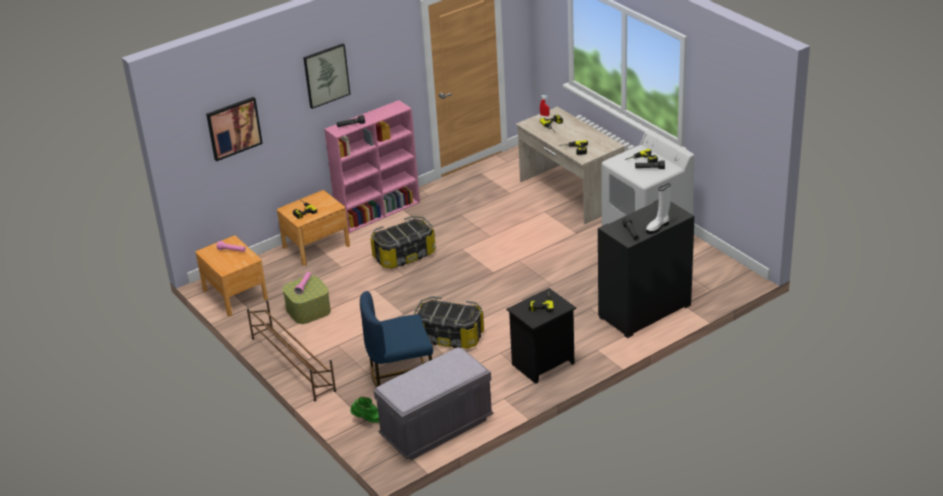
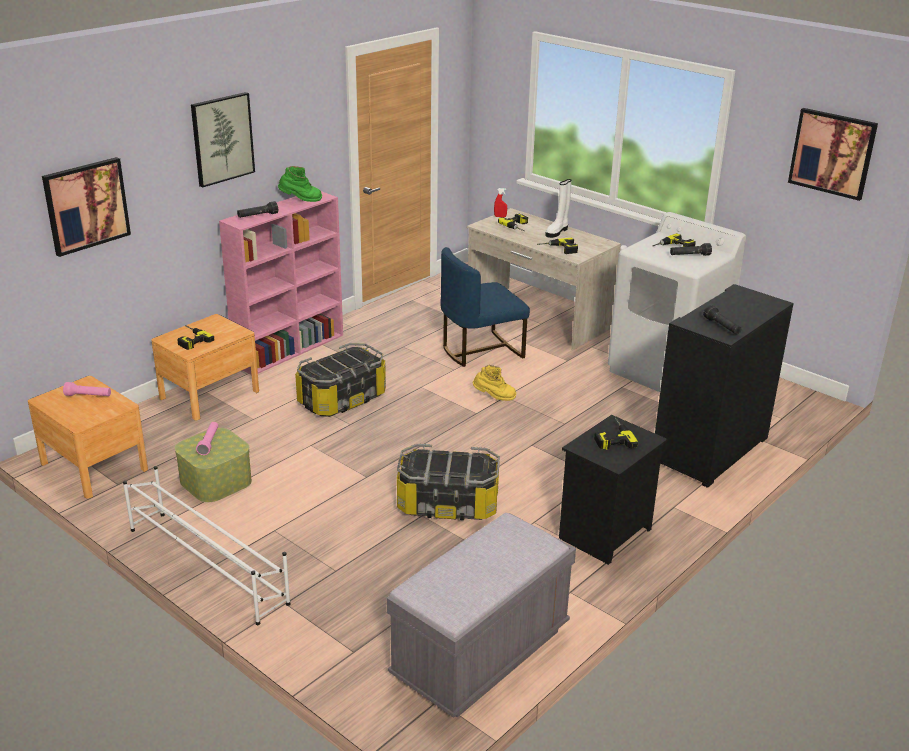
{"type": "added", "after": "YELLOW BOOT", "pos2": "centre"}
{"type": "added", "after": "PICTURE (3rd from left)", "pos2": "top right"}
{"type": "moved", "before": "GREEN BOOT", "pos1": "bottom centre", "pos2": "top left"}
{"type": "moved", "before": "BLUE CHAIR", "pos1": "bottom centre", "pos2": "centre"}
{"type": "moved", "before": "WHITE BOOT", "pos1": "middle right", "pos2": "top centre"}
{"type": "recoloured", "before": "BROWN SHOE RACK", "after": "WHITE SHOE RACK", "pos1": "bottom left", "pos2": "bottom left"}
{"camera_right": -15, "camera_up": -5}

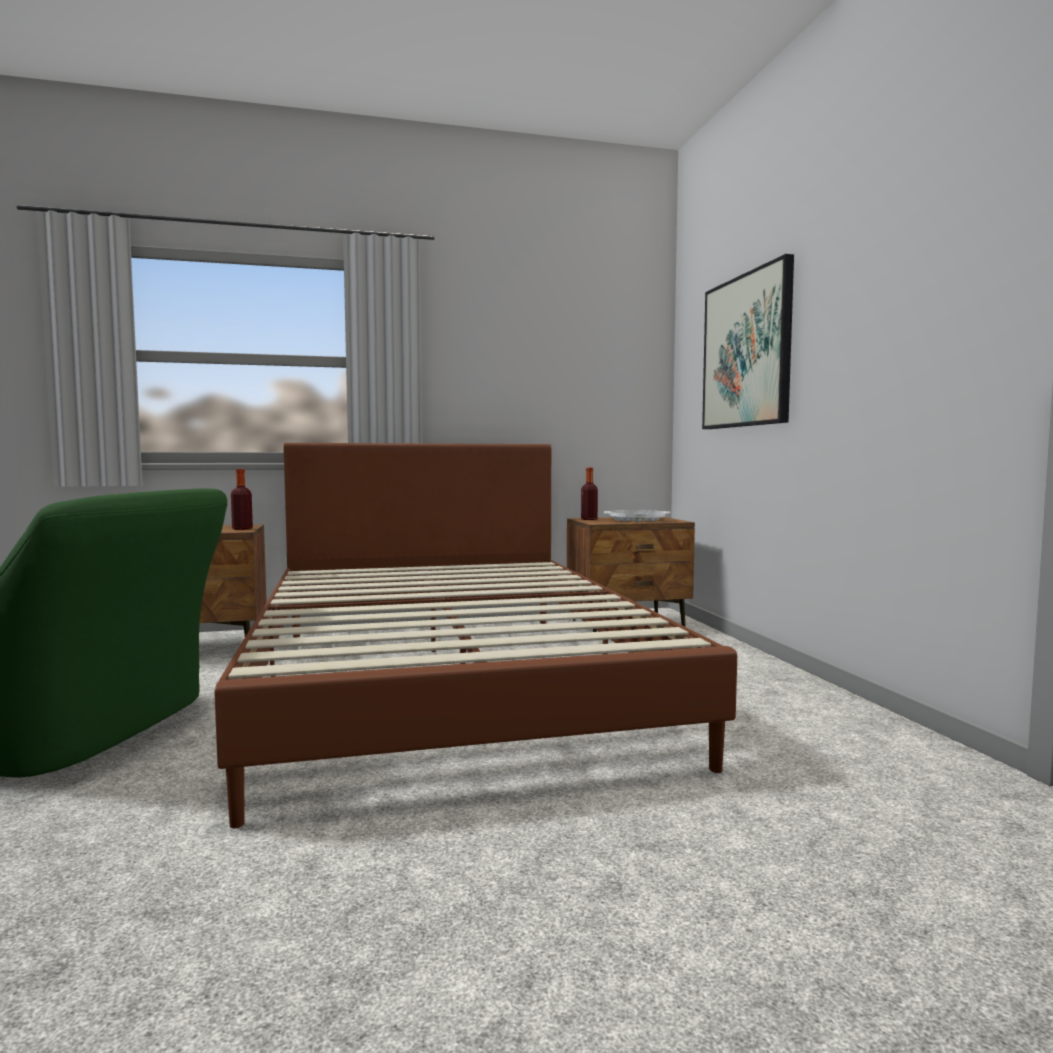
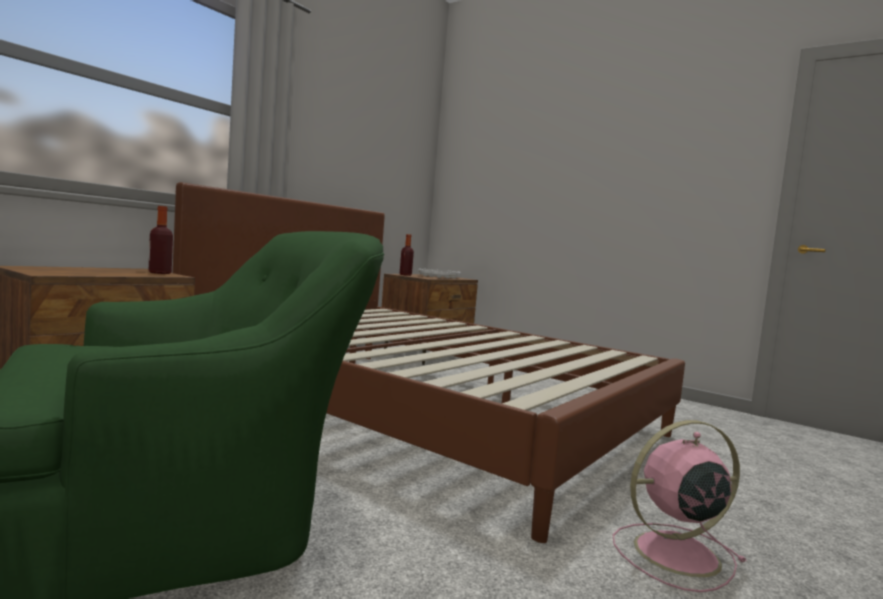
{"type": "removed", "before": "PICTURE", "pos1": "top right"}
{"type": "added", "after": "PINK FAN", "pos2": "bottom right"}
{"camera_right": -40, "camera_up": 0}

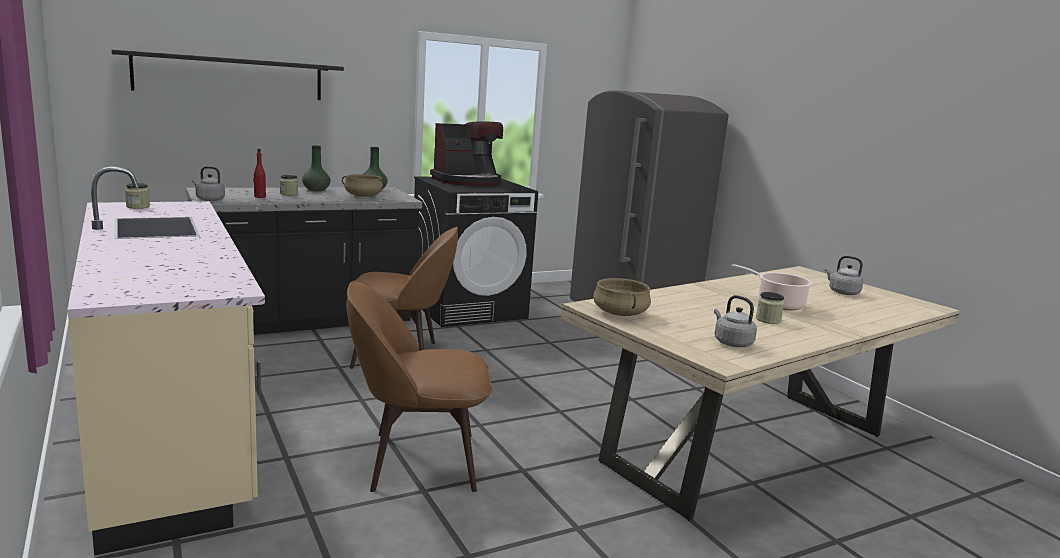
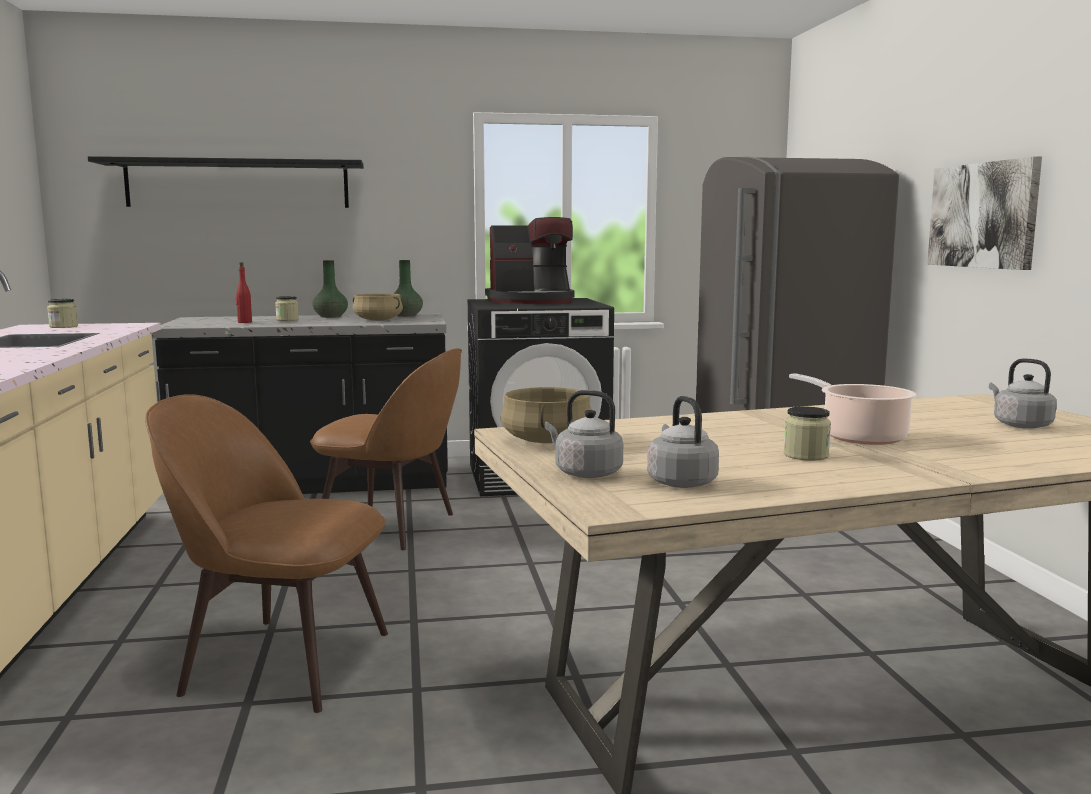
{"type": "added", "after": "PICTURE", "pos2": "top right"}
{"type": "moved", "before": "GREY KETTLE (1st from left)", "pos1": "top left", "pos2": "centre"}
{"camera_right": 20, "camera_up": -5}

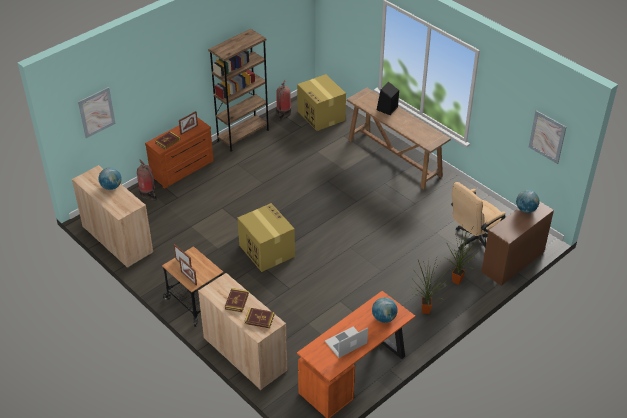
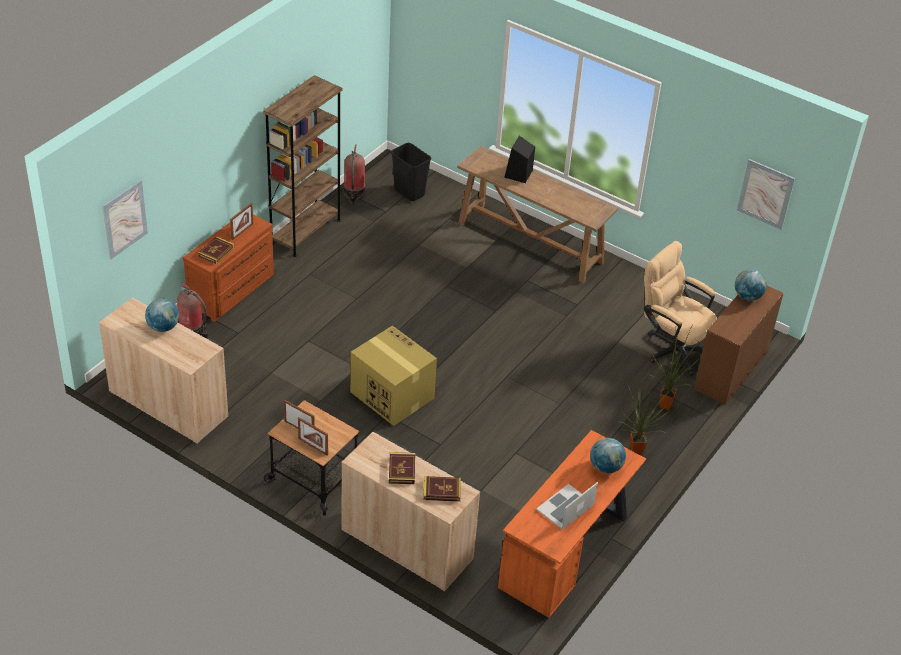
{"type": "replaced", "before": "CARDBOARD BOX (2nd from left)", "after": "BLACK TRASH CAN", "pos1": "top centre", "pos2": "top centre"}
{"type": "turned", "before": "BEIGE OFFICE CHAIR", "pos1": "middle right", "pos2": "middle right", "turn": 90}
{"camera_right": -15, "camera_up": 0}

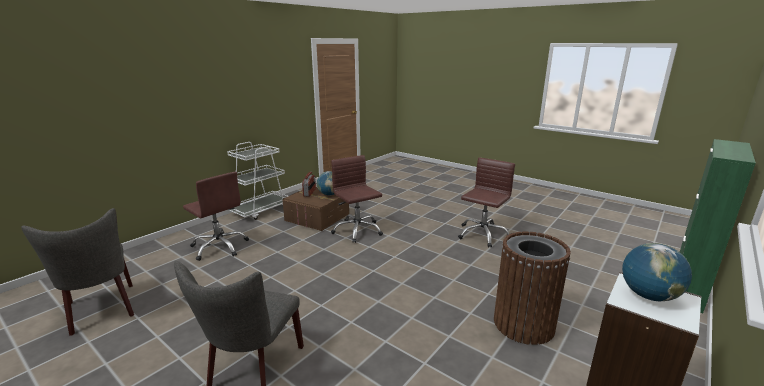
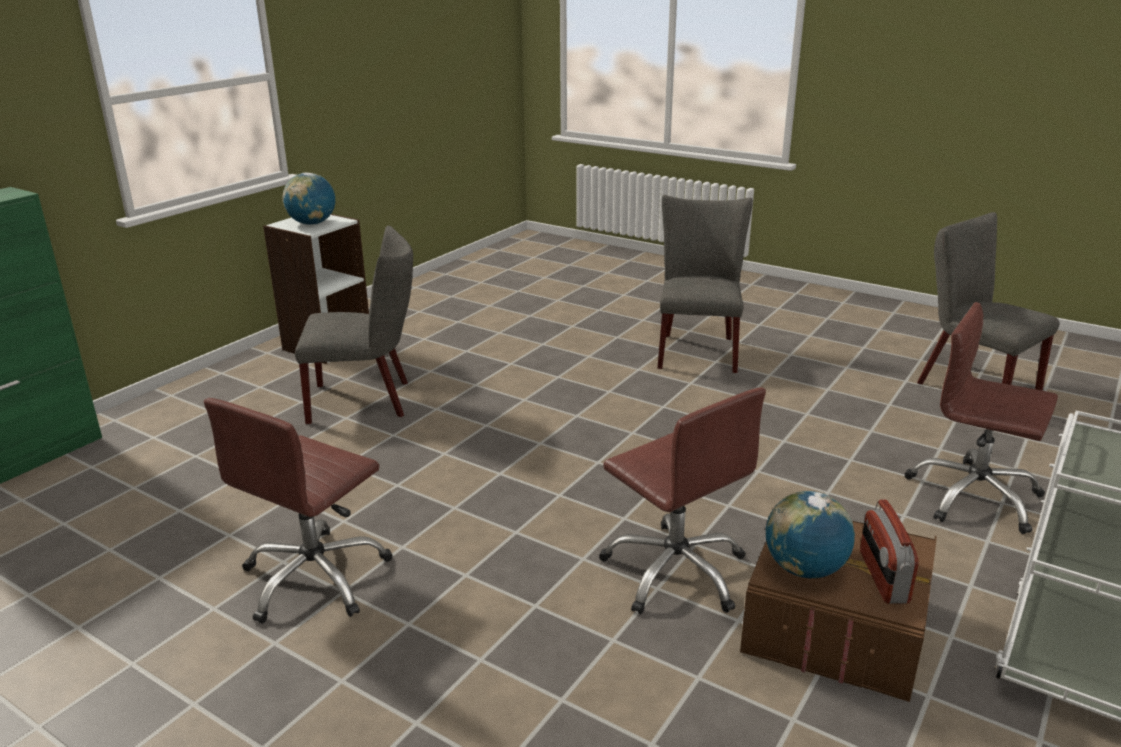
{"type": "replaced", "before": "BROWN TRASH CAN", "after": "GREY CHAIR (1st from left)", "pos1": "bottom right", "pos2": "middle left"}
{"camera_right": 175, "camera_up": 5}

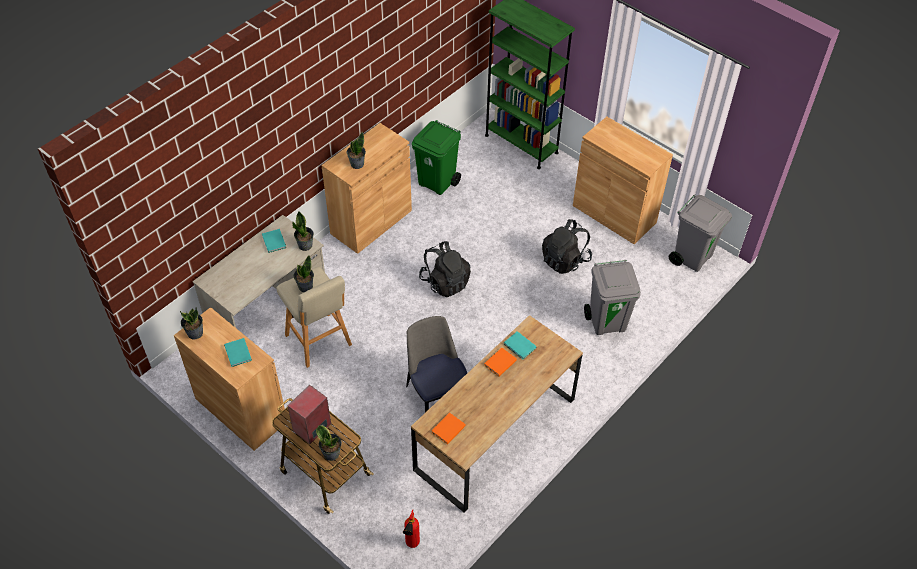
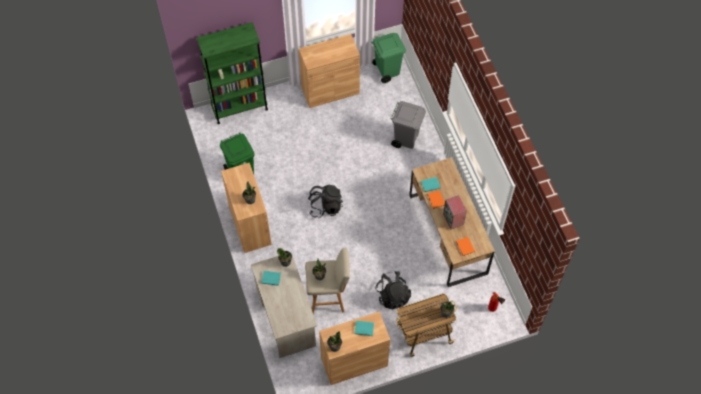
{"type": "removed", "before": "CHAIR", "pos1": "centre"}
{"type": "moved", "before": "SPEAKER", "pos1": "bottom centre", "pos2": "centre"}
{"type": "moved", "before": "BLACK BACKPACK (2nd from left)", "pos1": "centre", "pos2": "bottom centre"}
{"type": "recoloured", "before": "GREY TRASH CAN (2nd from left)", "after": "GREEN TRASH CAN (2nd from left)", "pos1": "middle right", "pos2": "top centre"}
{"camera_right": -60, "camera_up": 10}

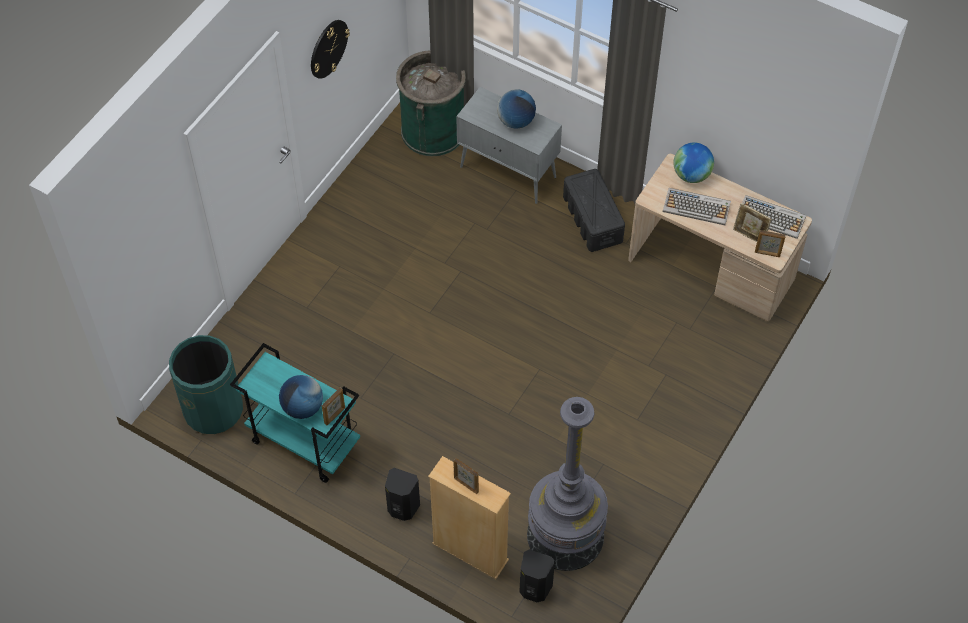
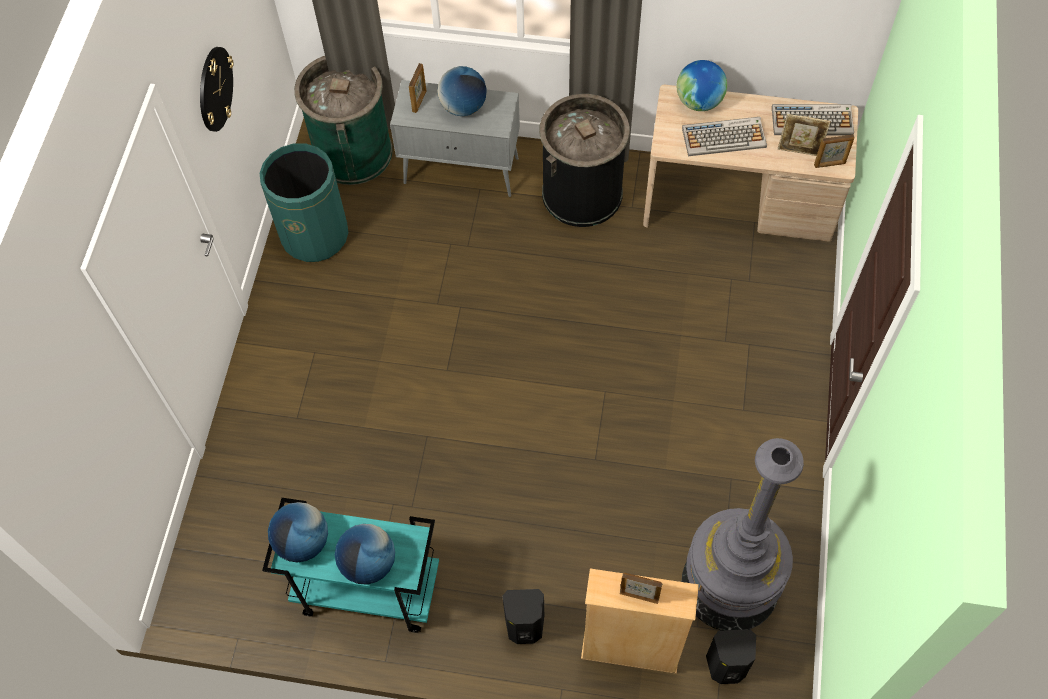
{"type": "added", "after": "GLOBE (1st from left)", "pos2": "bottom left"}
{"type": "moved", "before": "GREEN TRASH CAN (1st from left)", "pos1": "middle left", "pos2": "top left"}
{"type": "moved", "before": "PICTURE FRAME (1st from left)", "pos1": "centre", "pos2": "top centre"}
{"type": "replaced", "before": "BLACK STORAGE BOX", "after": "BLACK TRASH CAN", "pos1": "centre", "pos2": "top centre"}
{"camera_right": -20, "camera_up": 5}

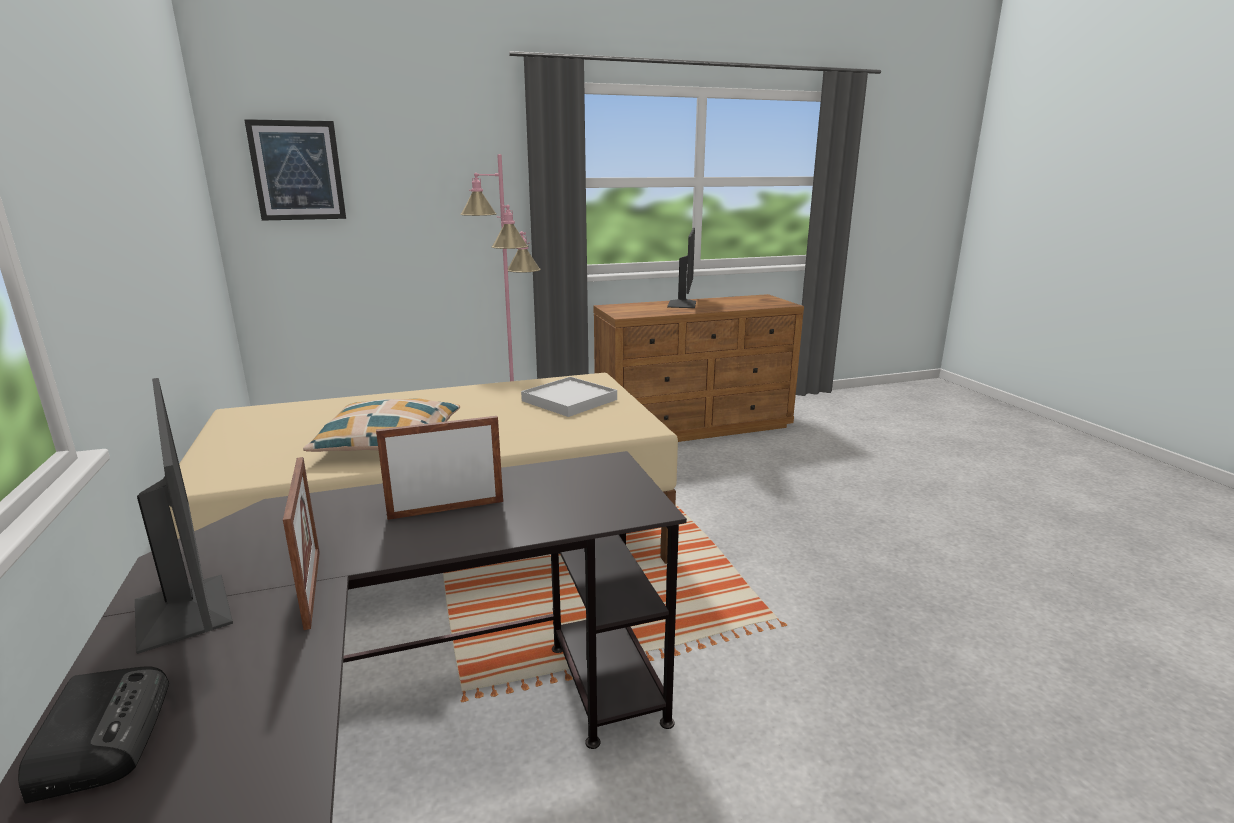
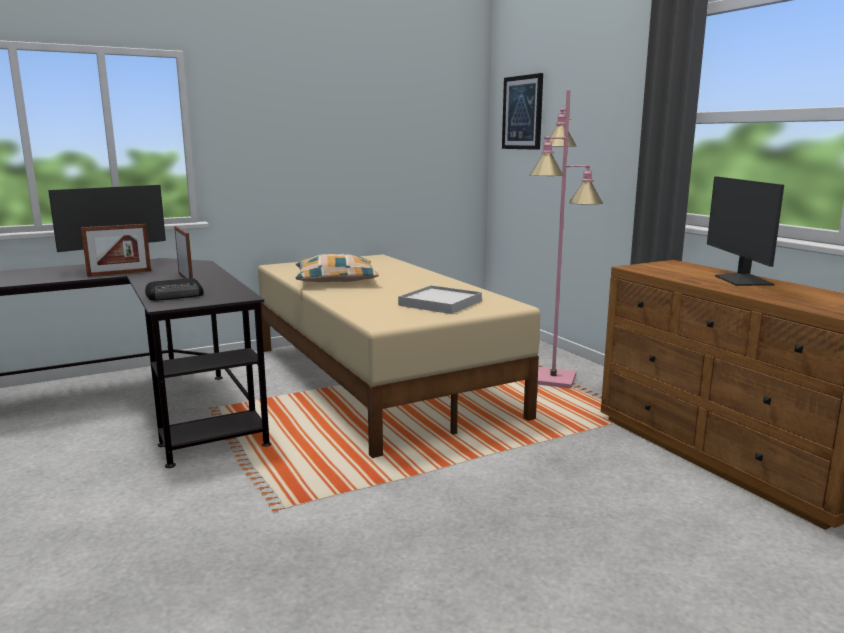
{"type": "moved", "before": "RADIO", "pos1": "bottom left", "pos2": "middle left"}
{"type": "turned", "before": "MONITOR (2nd from left)", "pos1": "top centre", "pos2": "middle right", "turn": 90}
{"camera_right": 80, "camera_up": -5}

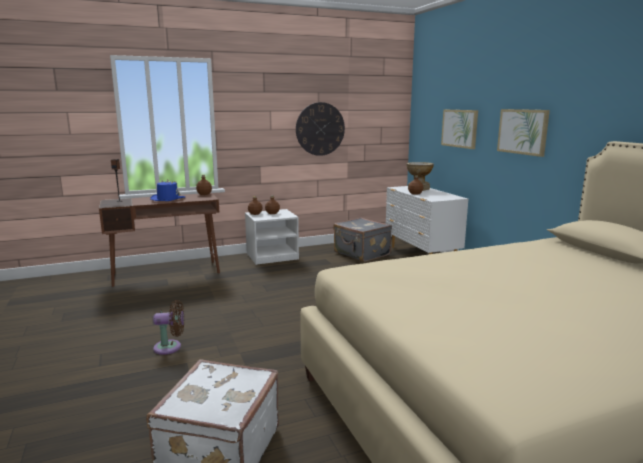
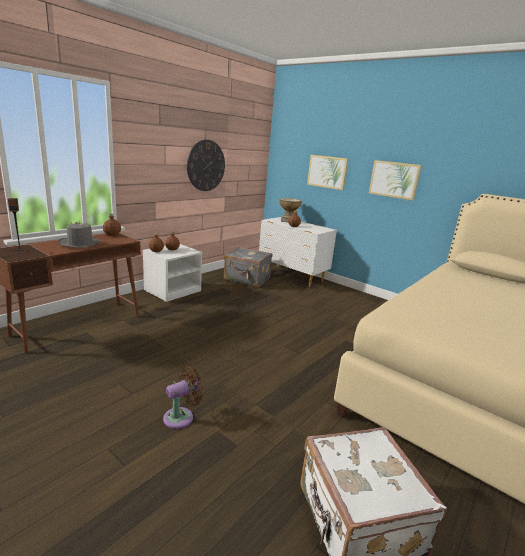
{"type": "recoloured", "before": "BLUE HAT", "after": "GREY HAT", "pos1": "middle left", "pos2": "middle left"}
{"camera_right": -30, "camera_up": 5}

